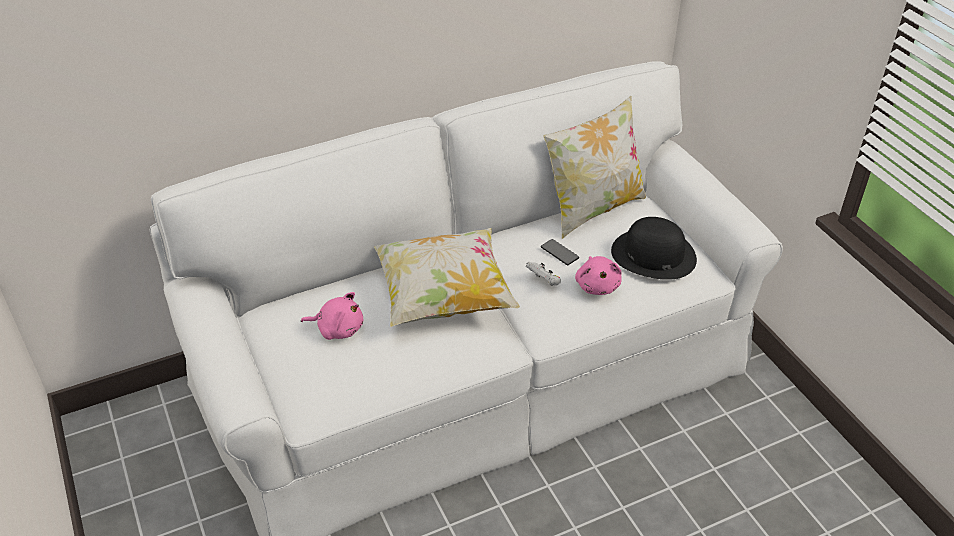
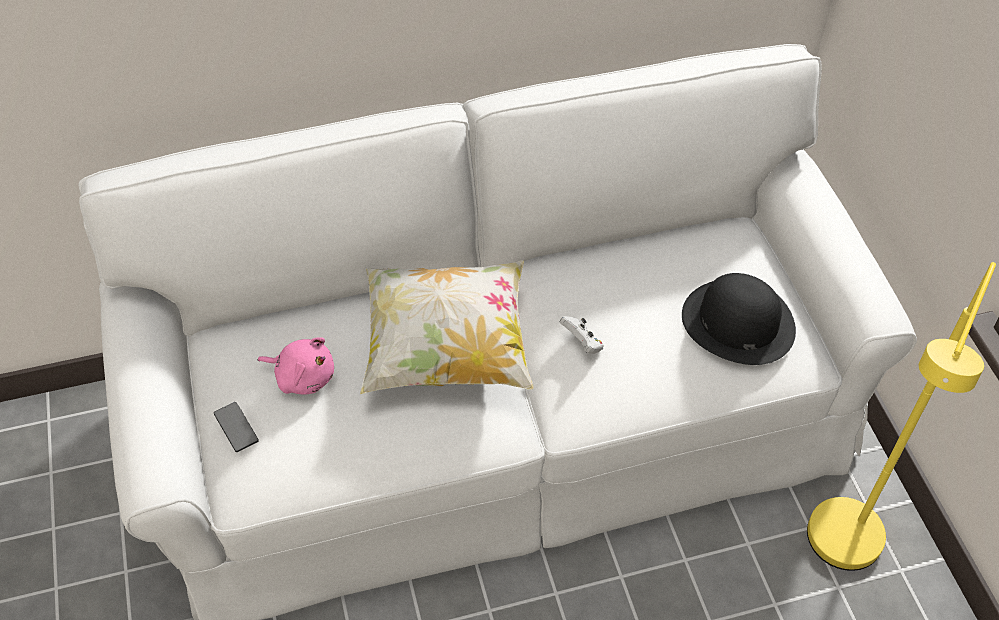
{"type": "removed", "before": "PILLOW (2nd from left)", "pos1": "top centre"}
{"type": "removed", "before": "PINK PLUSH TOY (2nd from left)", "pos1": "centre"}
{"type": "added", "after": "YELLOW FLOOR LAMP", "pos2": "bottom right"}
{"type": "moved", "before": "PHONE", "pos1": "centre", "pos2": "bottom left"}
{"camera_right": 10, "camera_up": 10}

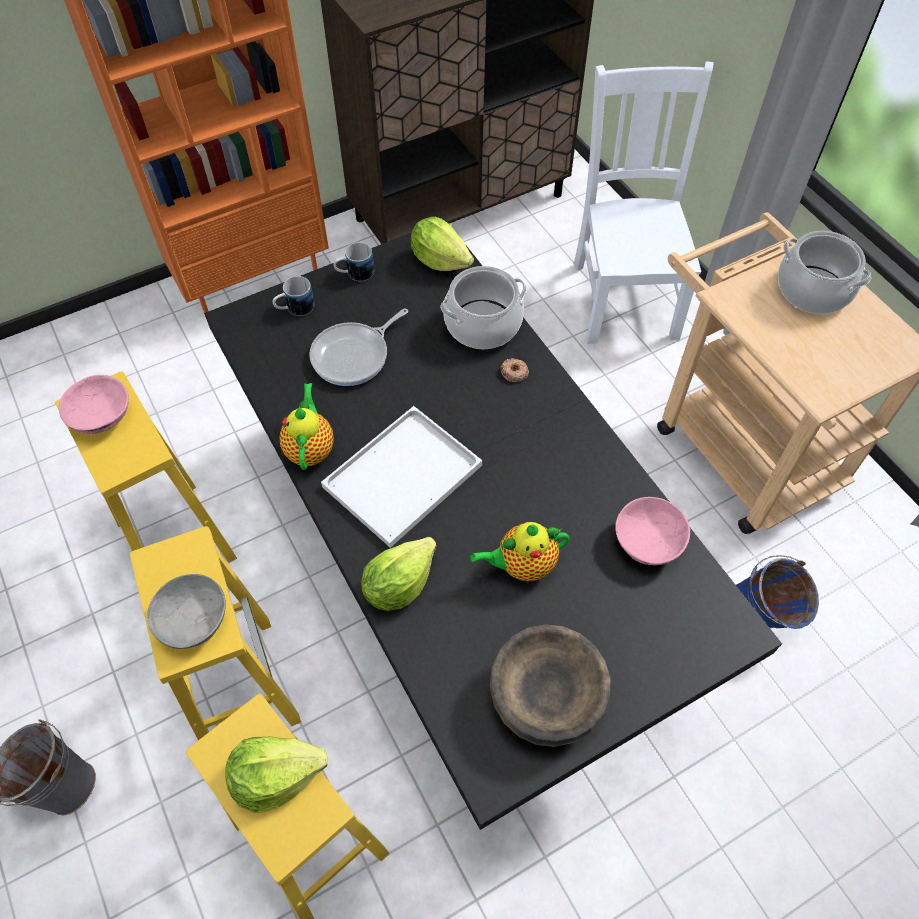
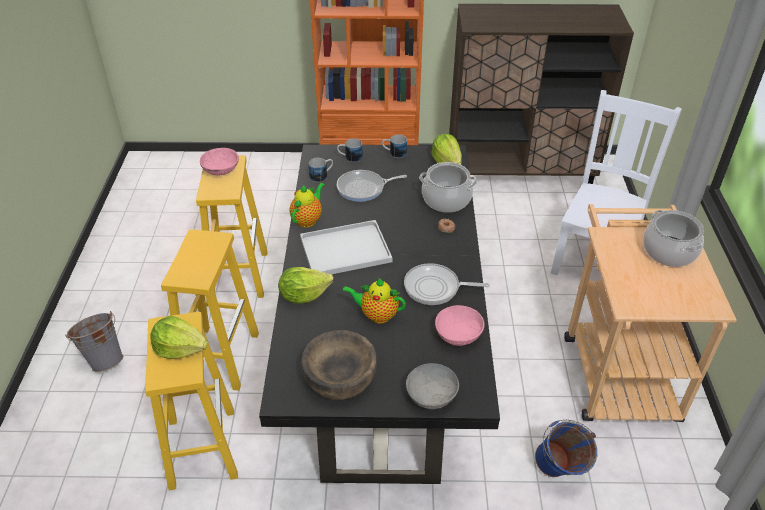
{"type": "added", "after": "MUG (1st from left)", "pos2": "centre"}
{"type": "added", "after": "FRYING PAN (2nd from left)", "pos2": "centre"}
{"type": "moved", "before": "GREY BOWL", "pos1": "middle left", "pos2": "bottom centre"}
{"camera_right": 30, "camera_up": -15}

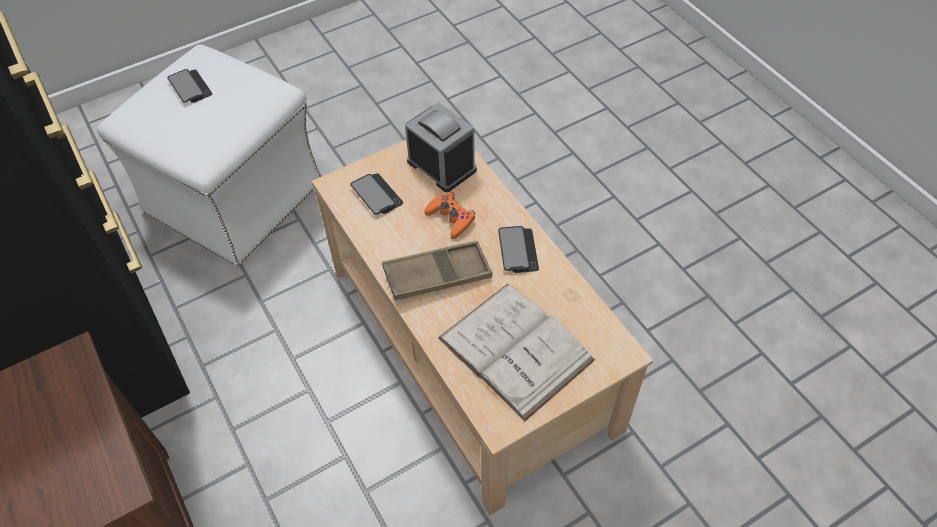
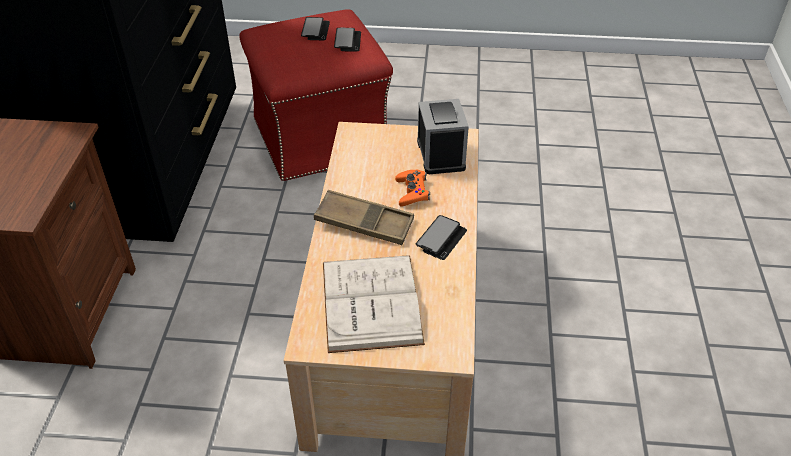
{"type": "moved", "before": "PHONE (2nd from left)", "pos1": "centre", "pos2": "top centre"}
{"type": "recoloured", "before": "WHITE OTTOMAN", "after": "RED OTTOMAN", "pos1": "top left", "pos2": "top centre"}
{"camera_right": 35, "camera_up": -10}

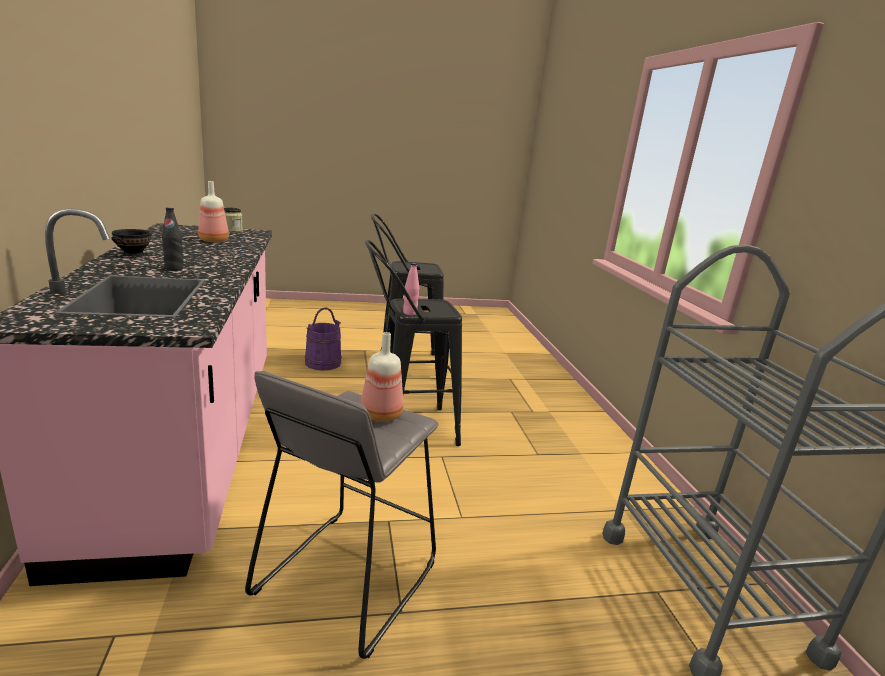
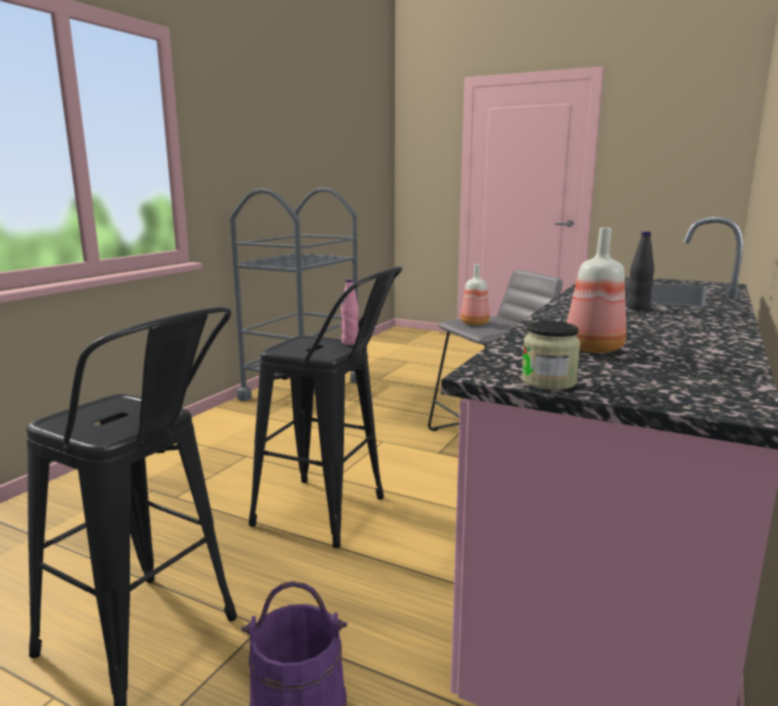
{"type": "removed", "before": "BLACK BOWL", "pos1": "middle left"}
{"camera_right": -140, "camera_up": -5}

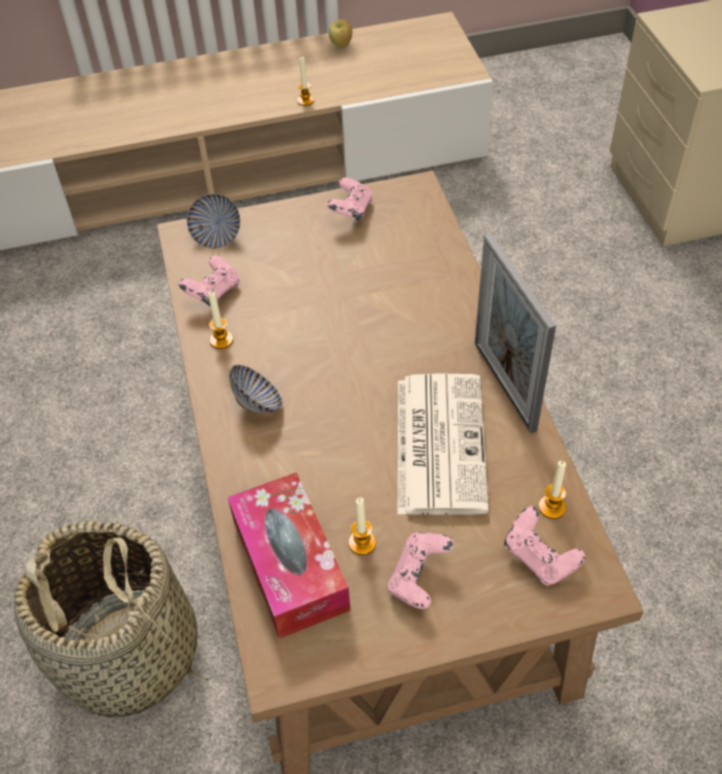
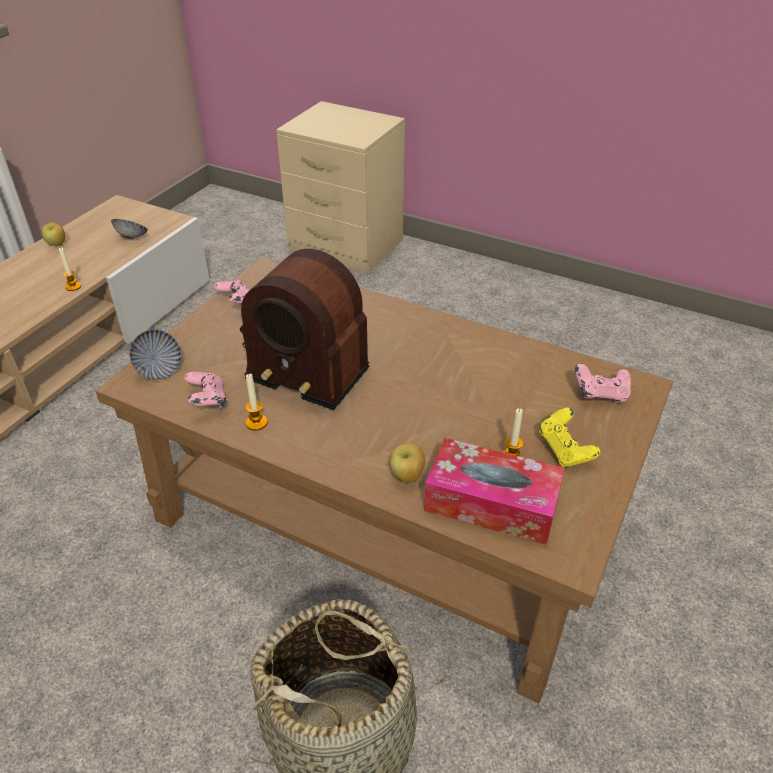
{"type": "removed", "before": "NEWSPAPER", "pos1": "centre"}
{"type": "removed", "before": "PICTURE FRAME", "pos1": "middle right"}
{"type": "removed", "before": "CANDLE (4th from left)", "pos1": "middle right"}
{"type": "added", "after": "RADIO", "pos2": "centre"}
{"type": "added", "after": "APPLE (2nd from left)", "pos2": "centre"}
{"type": "moved", "before": "BOWL (2nd from left in the first image)", "after": "BOWL (1st from left)", "pos1": "centre", "pos2": "top left"}
{"type": "recoloured", "before": "PINK GAME CONTROLLER (3rd from left)", "after": "YELLOW GAME CONTROLLER", "pos1": "bottom centre", "pos2": "middle right"}
{"camera_right": -50, "camera_up": -10}

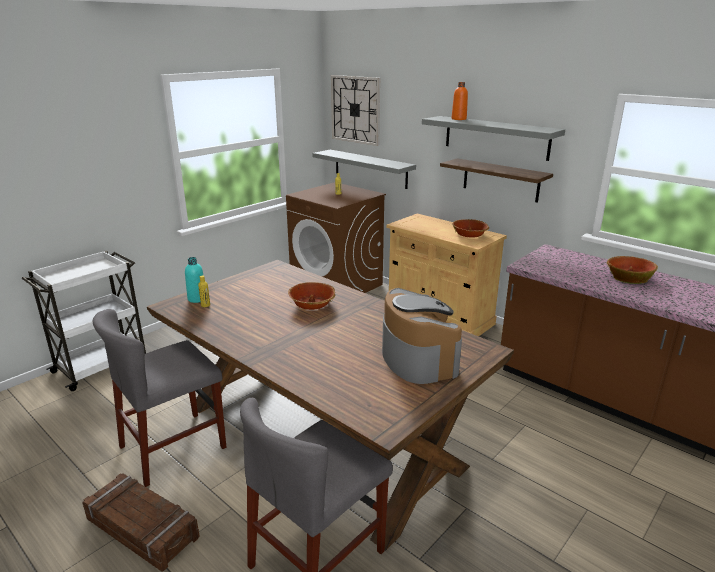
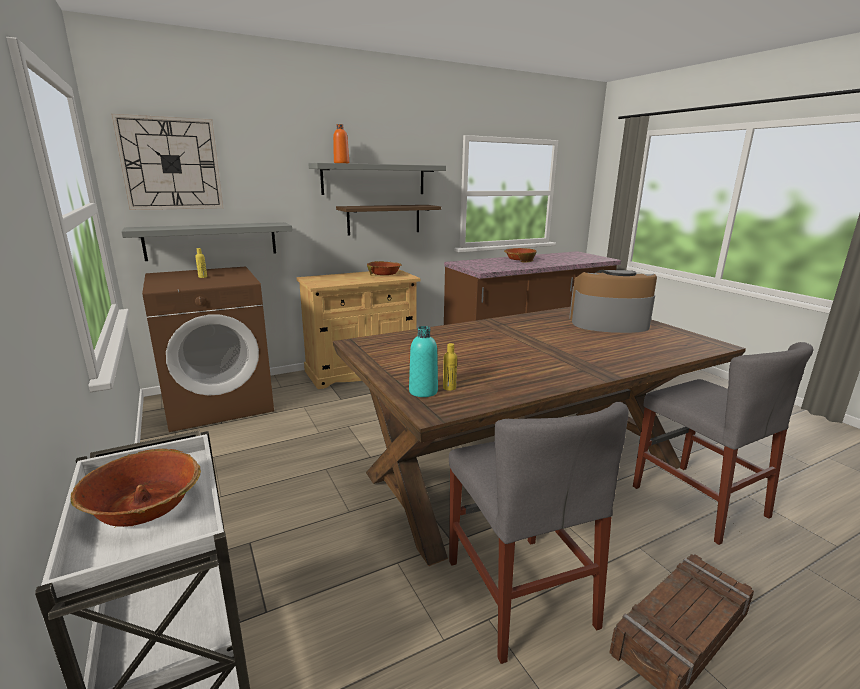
{"type": "moved", "before": "BOWL (1st from left)", "pos1": "centre", "pos2": "bottom left"}
{"camera_right": -70, "camera_up": -5}

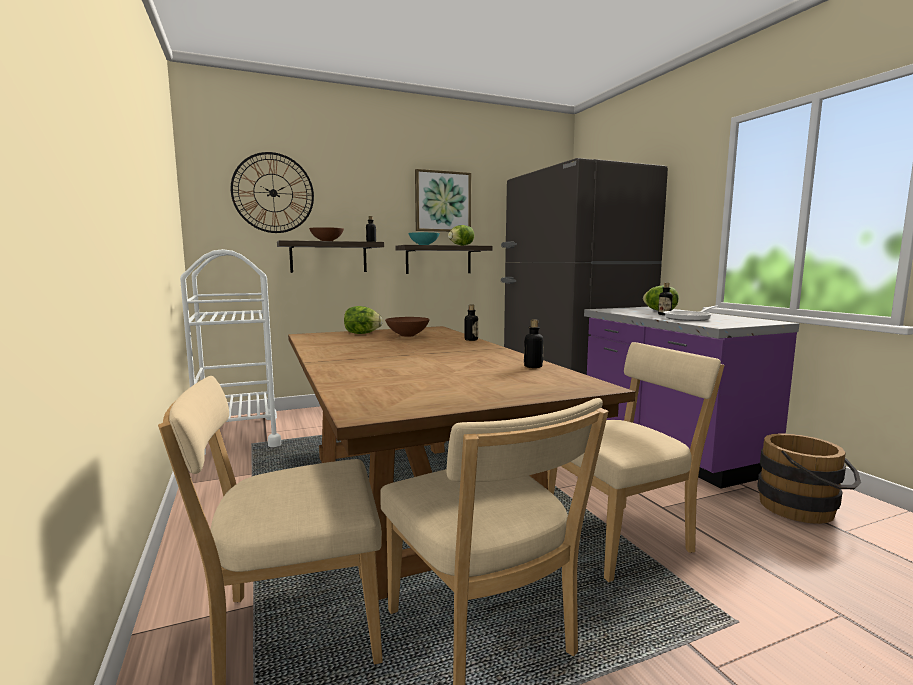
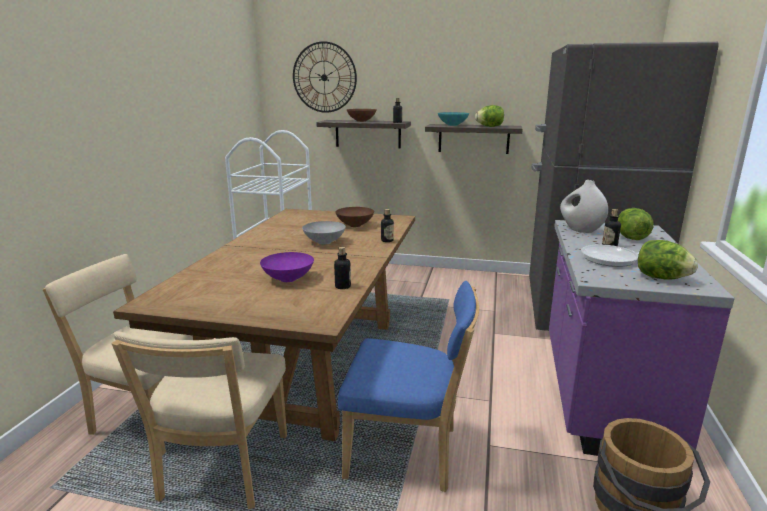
{"type": "removed", "before": "PICTURE", "pos1": "top centre"}
{"type": "added", "after": "PURPLE BOWL", "pos2": "centre"}
{"type": "added", "after": "GREY BOWL", "pos2": "centre"}
{"type": "added", "after": "WHITE VASE", "pos2": "middle right"}
{"type": "moved", "before": "LETTUCE (1st from left in the first image)", "after": "LETTUCE (3rd from left)", "pos1": "centre", "pos2": "middle right"}
{"type": "recoloured", "before": "BEIGE CHAIR (3rd from left)", "after": "BLUE CHAIR", "pos1": "bottom right", "pos2": "bottom centre"}
{"camera_right": 35, "camera_up": 10}

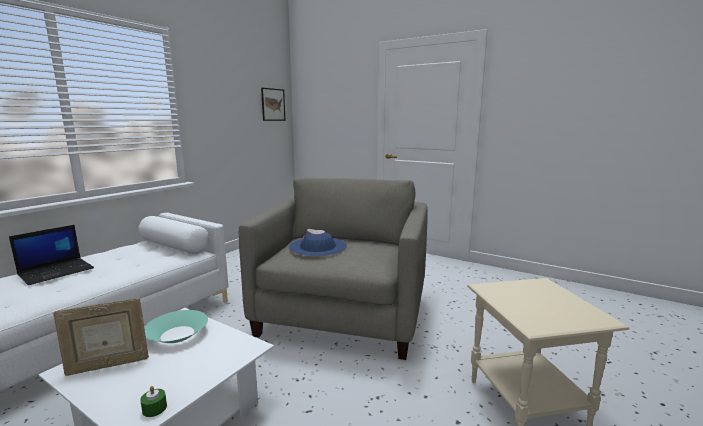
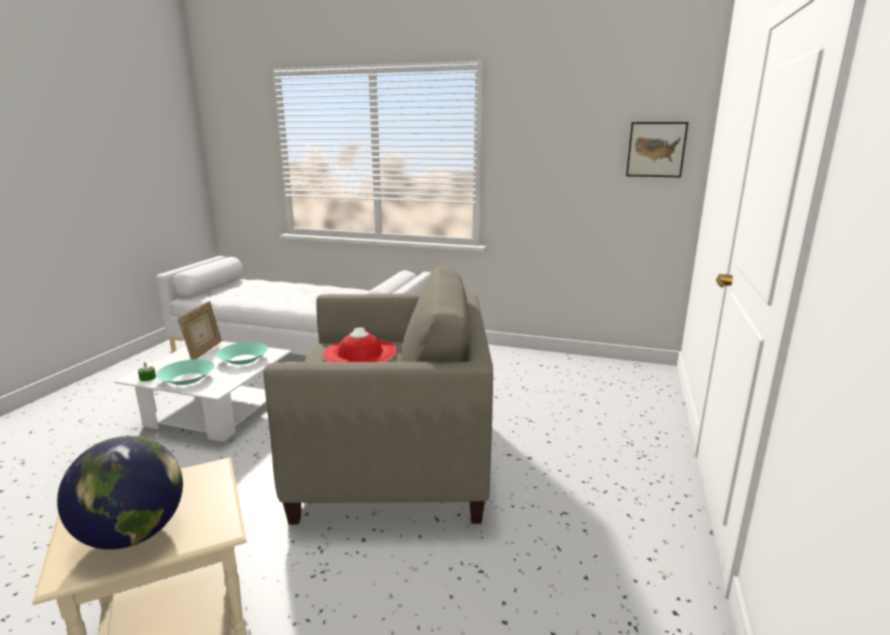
{"type": "removed", "before": "LAPTOP", "pos1": "middle left"}
{"type": "added", "after": "GLOBE", "pos2": "bottom left"}
{"type": "added", "after": "TURQUOISE BOWL (1st from left)", "pos2": "middle left"}
{"type": "recoloured", "before": "BLUE HAT", "after": "RED HAT", "pos1": "centre", "pos2": "centre"}
{"type": "turned", "before": "PICTURE FRAME", "pos1": "bottom left", "pos2": "middle left", "turn": -135}
{"camera_right": 75, "camera_up": 5}

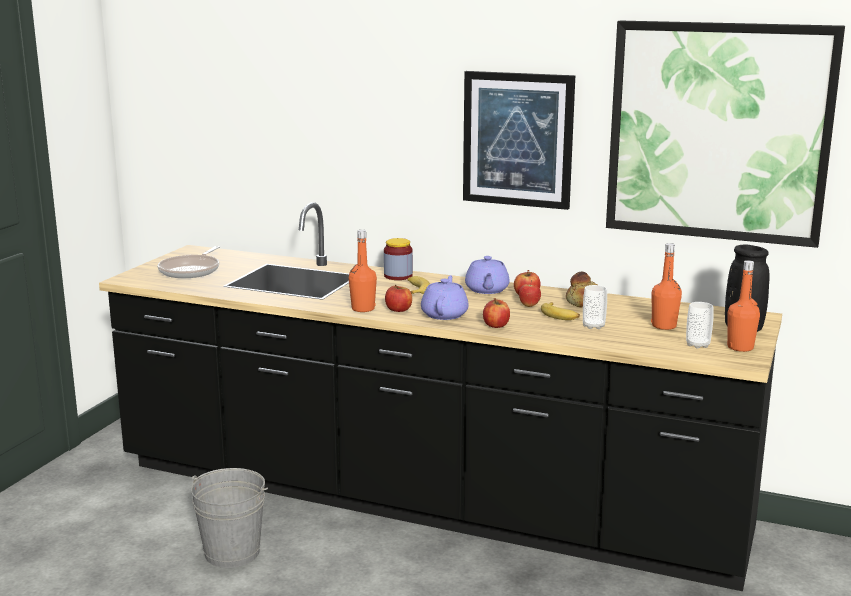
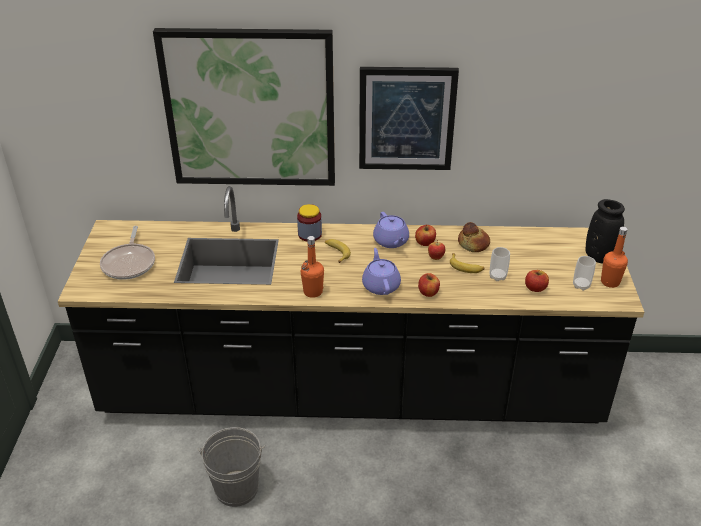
{"type": "removed", "before": "ORANGE BOTTLE (2nd from left)", "pos1": "middle right"}
{"type": "moved", "before": "APPLE (1st from left in the first image)", "after": "APPLE (4th from left)", "pos1": "centre", "pos2": "middle right"}
{"type": "moved", "before": "PICTURE (2nd from left in the first image)", "after": "PICTURE (1st from left)", "pos1": "top right", "pos2": "top centre"}
{"camera_right": -20, "camera_up": 20}

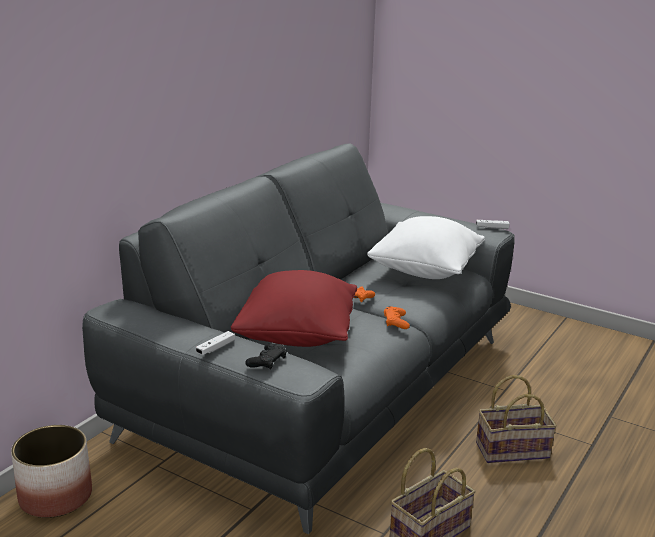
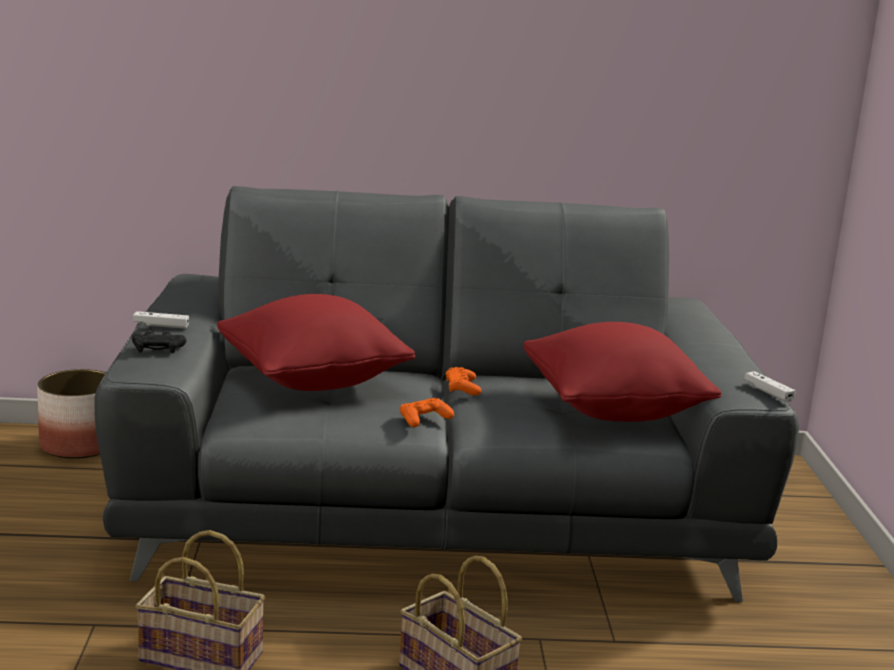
{"type": "recoloured", "before": "WHITE PILLOW", "after": "RED PILLOW (2nd from left)", "pos1": "centre", "pos2": "middle right"}
{"camera_right": 55, "camera_up": -5}

